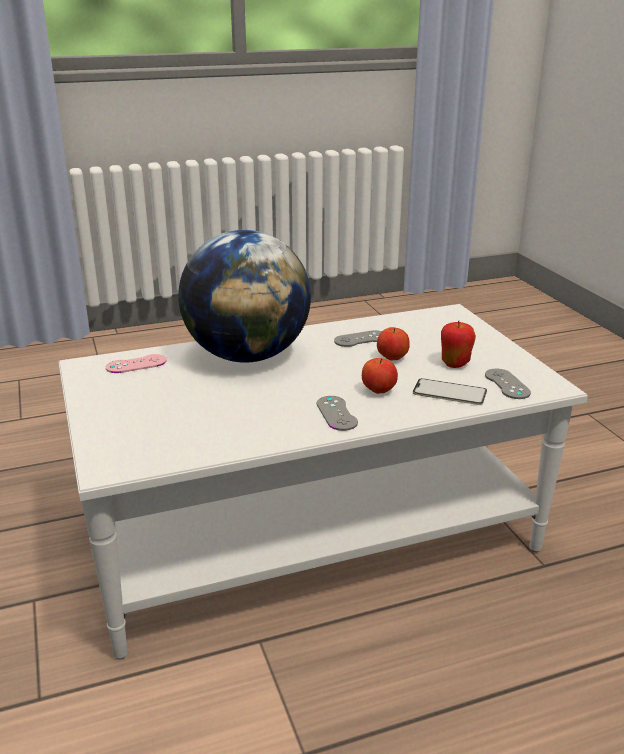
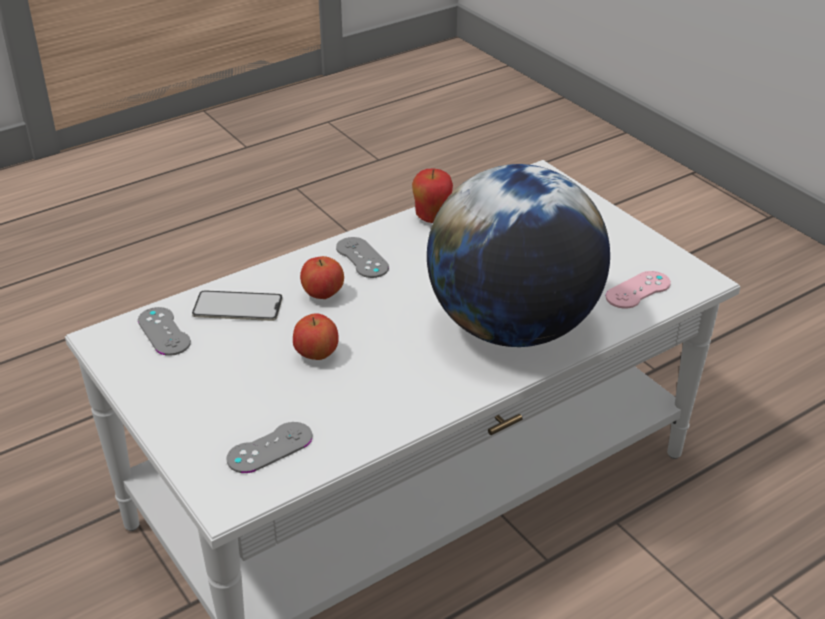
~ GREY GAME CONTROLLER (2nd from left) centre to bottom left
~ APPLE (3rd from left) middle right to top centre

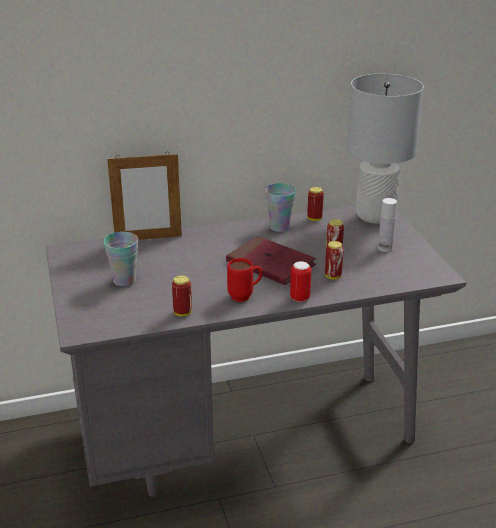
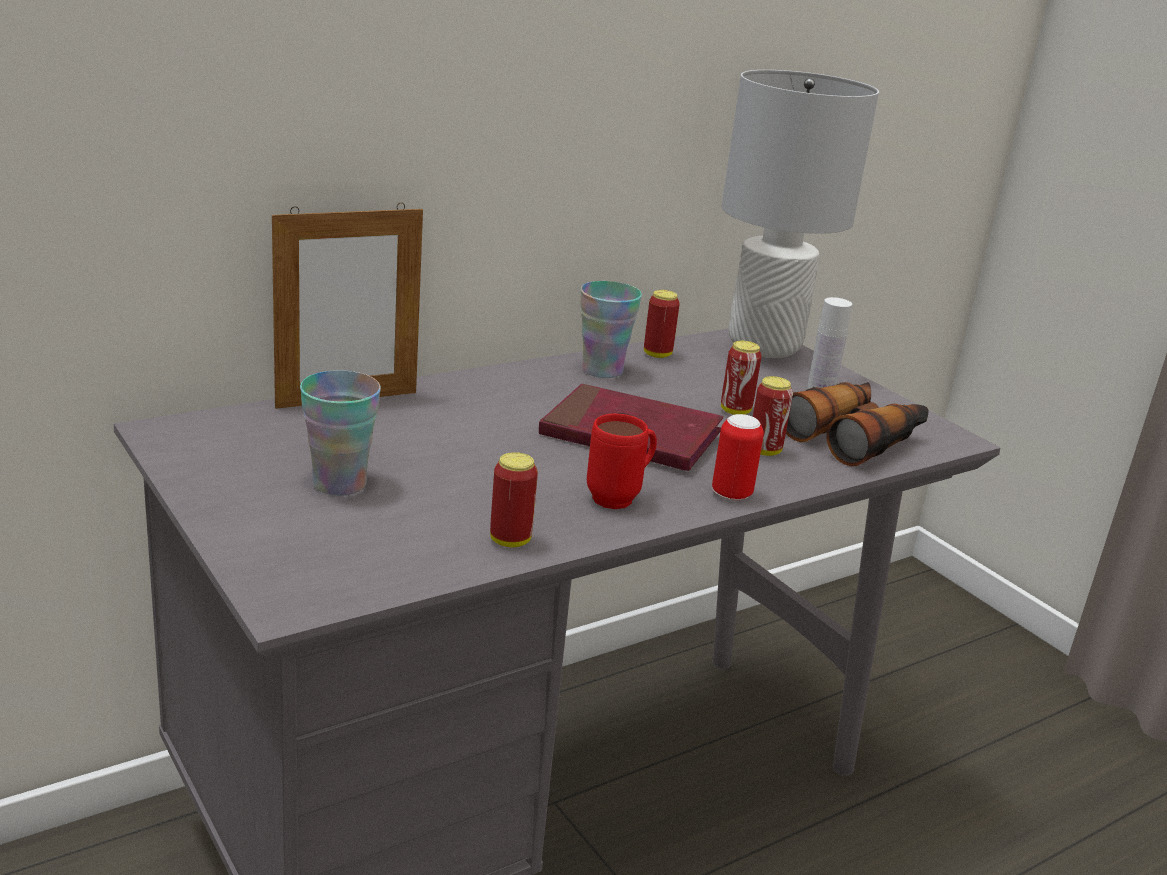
+ BINOCULARS middle right

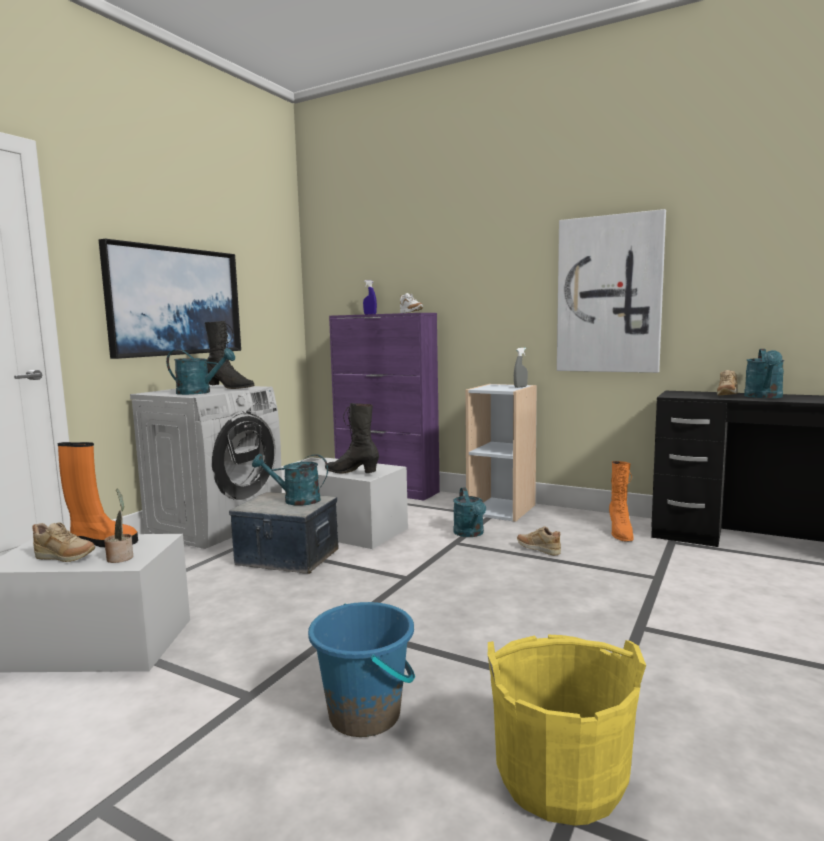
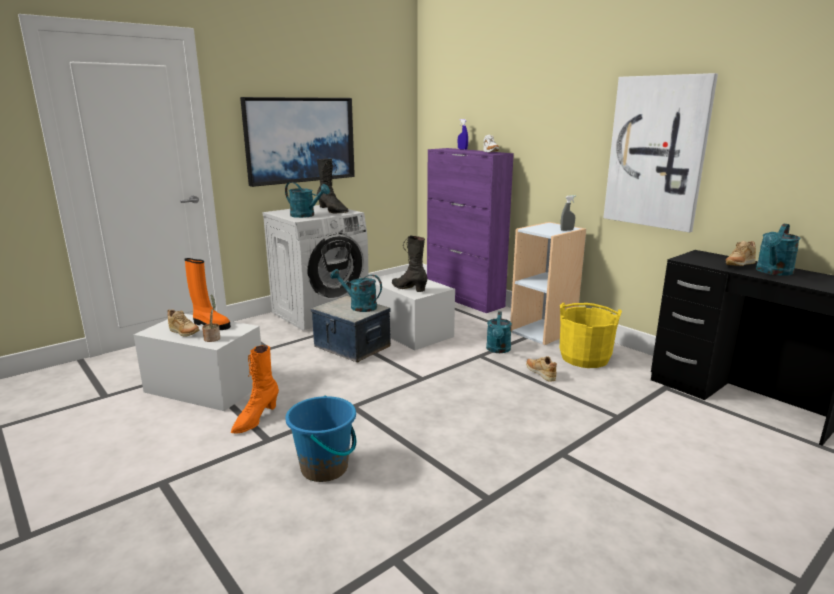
~ YELLOW BUCKET bottom right to middle right
~ ORANGE BOOT (2nd from left) middle right to middle left

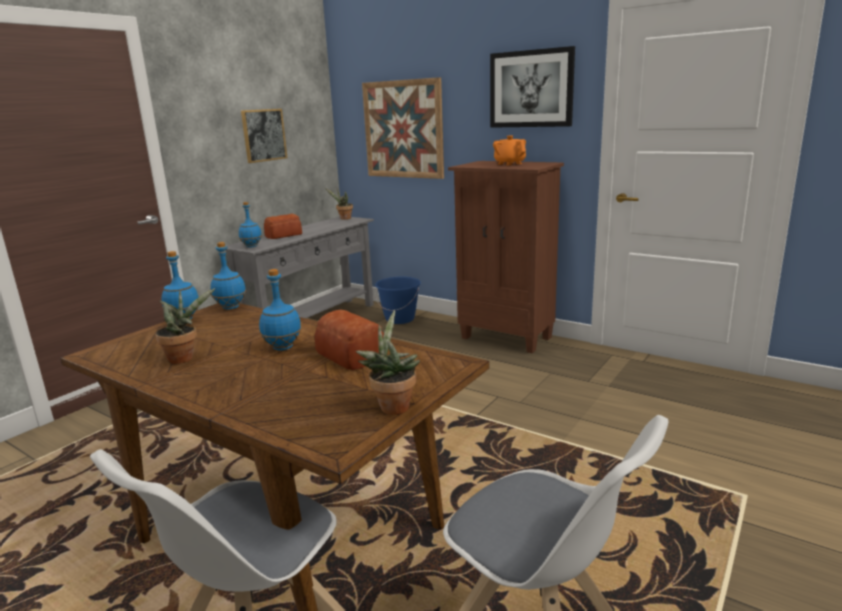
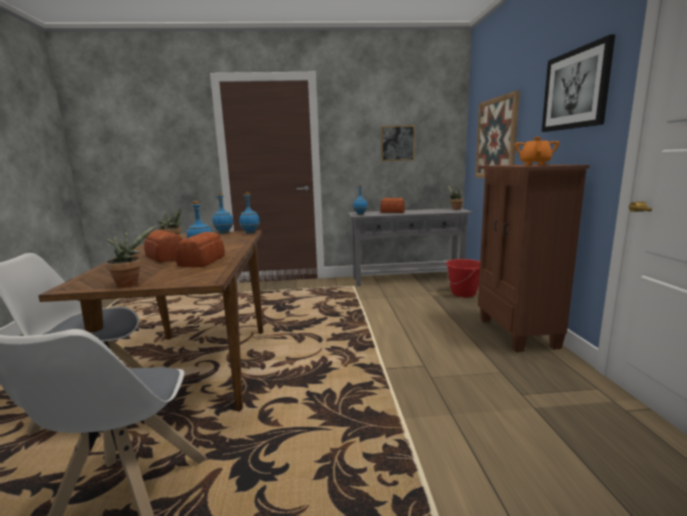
~ BLUE BUCKET centre to RED BUCKET middle right
+ BREAD (1st from left) middle left

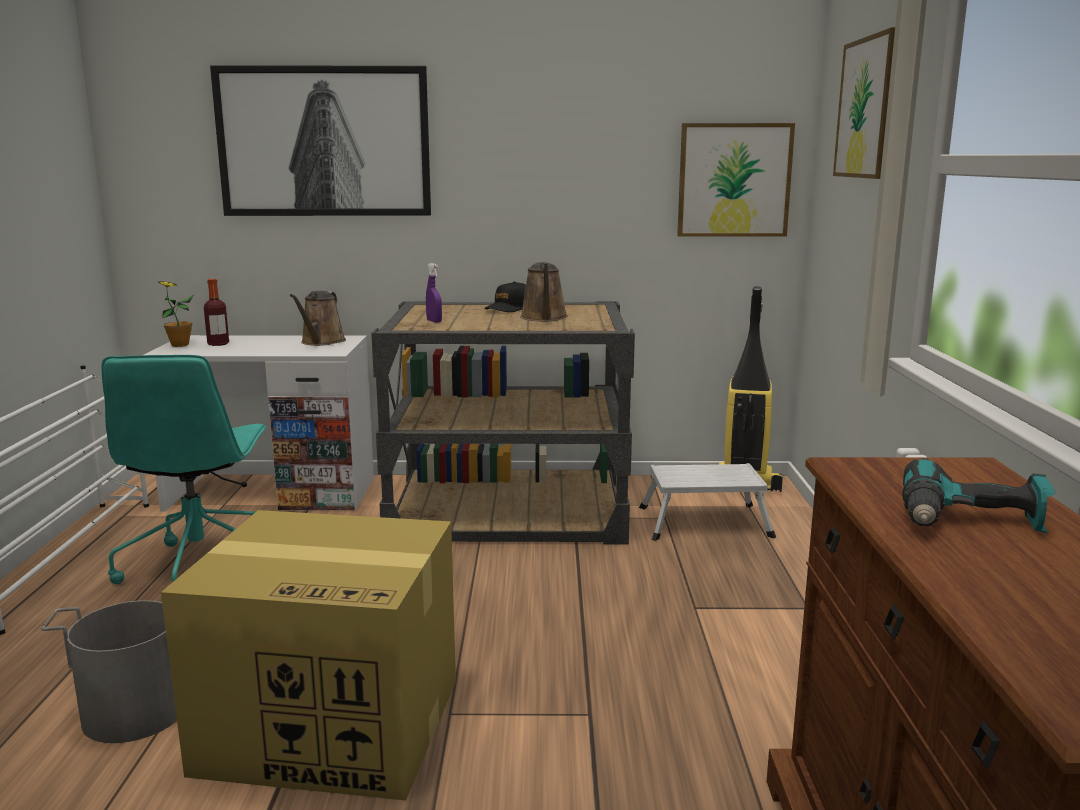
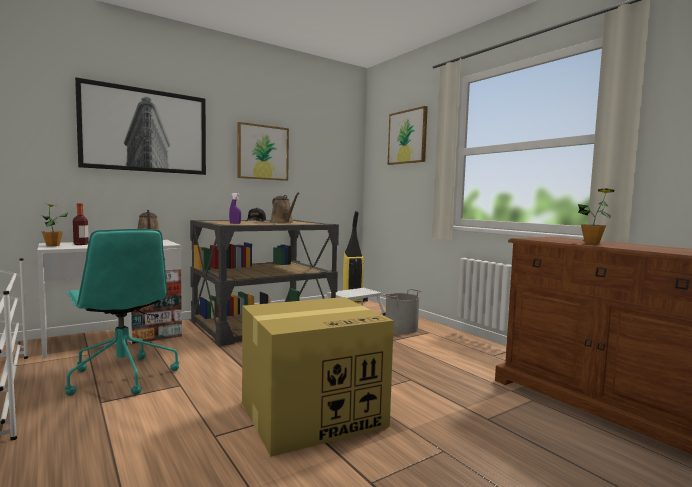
~ GREY BUCKET bottom left to centre
~ PICTURE (2nd from left) top right to top centre
~ POWER DRILL middle right to POTTED PLANT (2nd from left) middle right

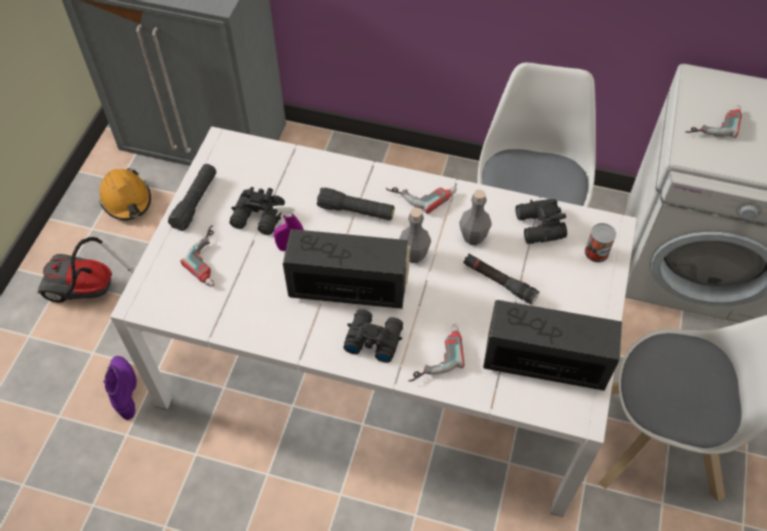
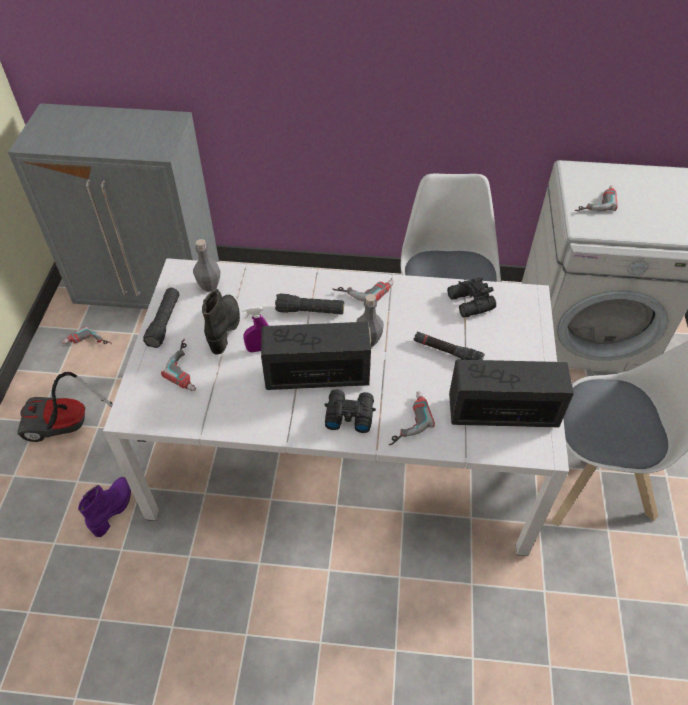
~ ORANGE HARD HAT middle left to POWER DRILL (1st from left) middle left
~ PURPLE BOOT bottom left = bottom left 45 degrees clockwise
~ BLACK BINOCULARS (1st from left) centre to BLACK BOOT middle left
~ GREY BOTTLE (2nd from left in the first image) centre to GREY BOTTLE (1st from left) middle left
- CAN middle right

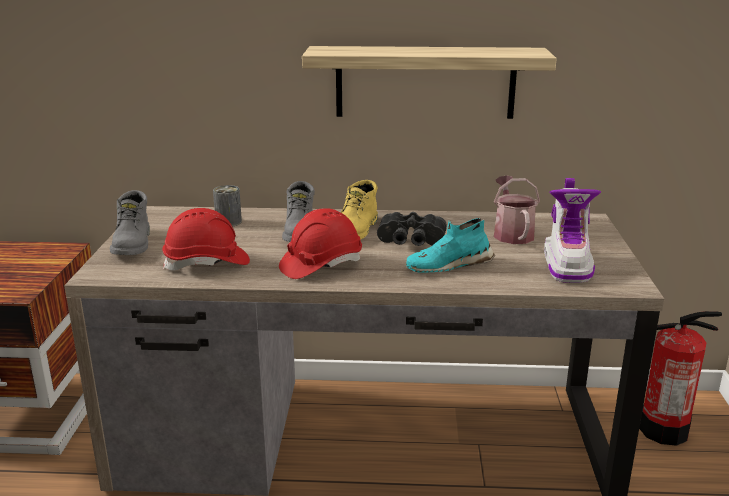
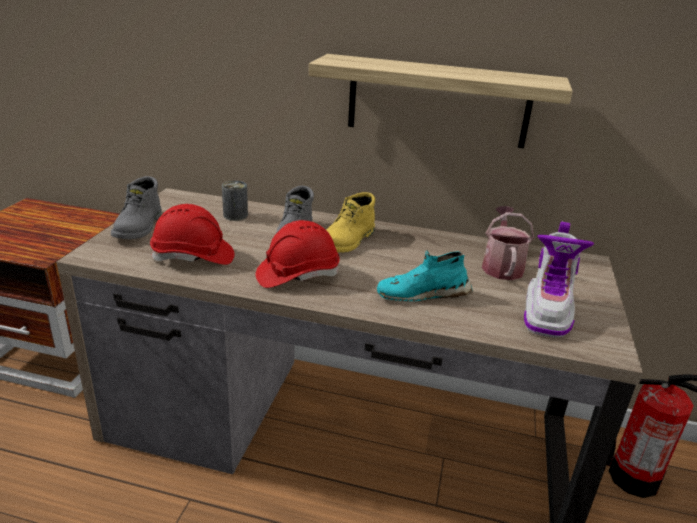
- BLACK BINOCULARS centre

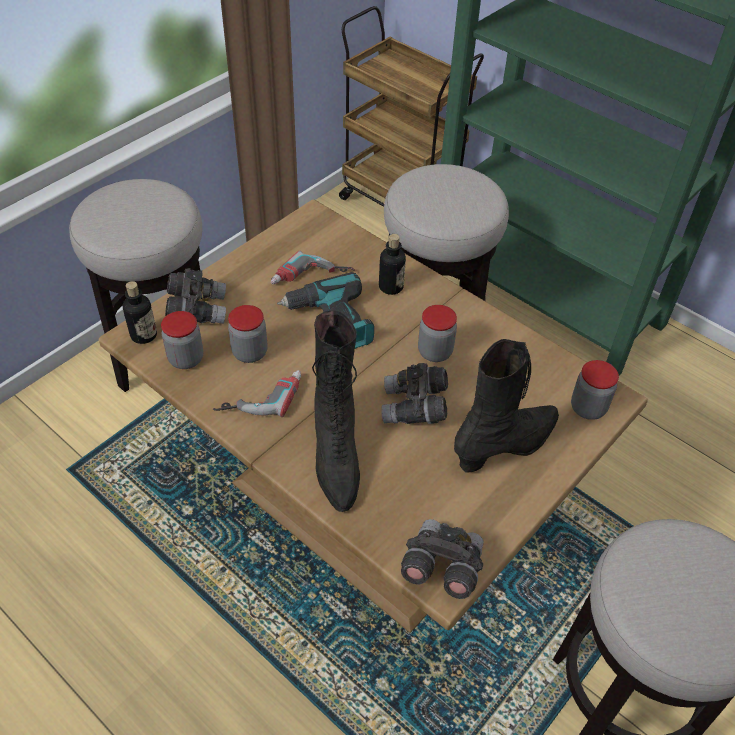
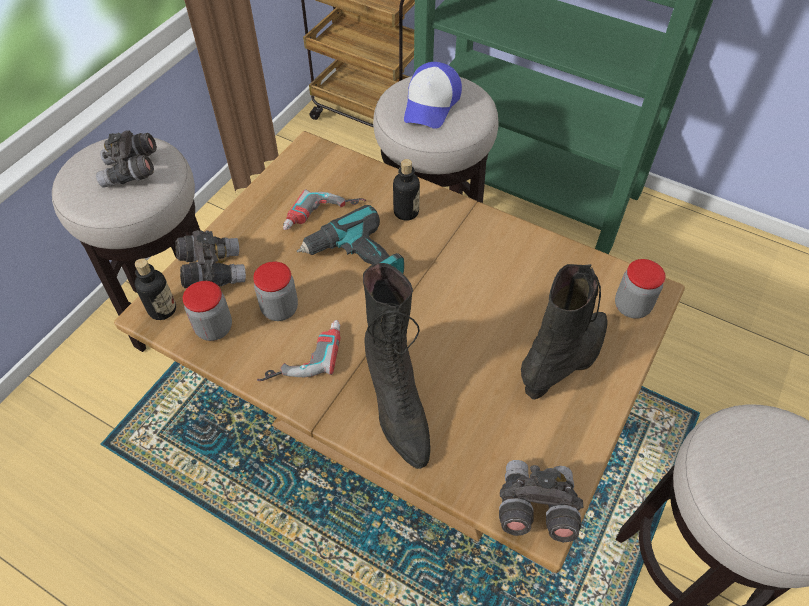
~ GREY BINOCULARS (2nd from left in the first image) centre to GREY BINOCULARS (1st from left) top left
- JAR (3rd from left) centre
+ CAP top centre

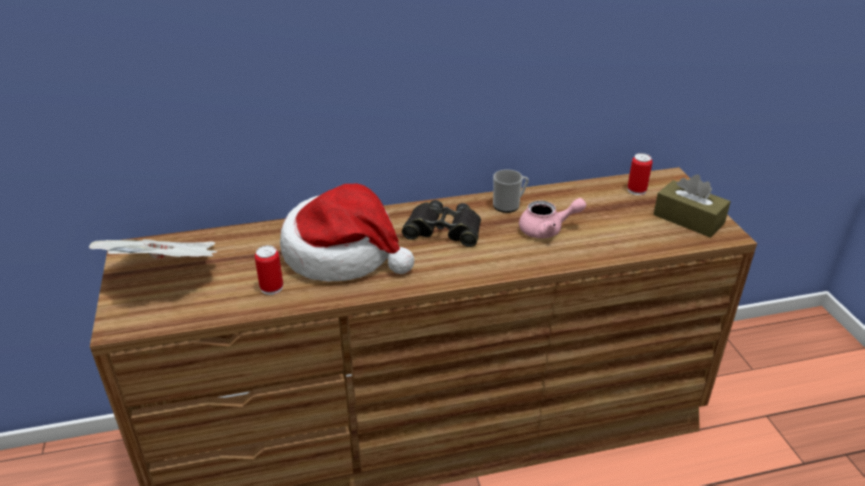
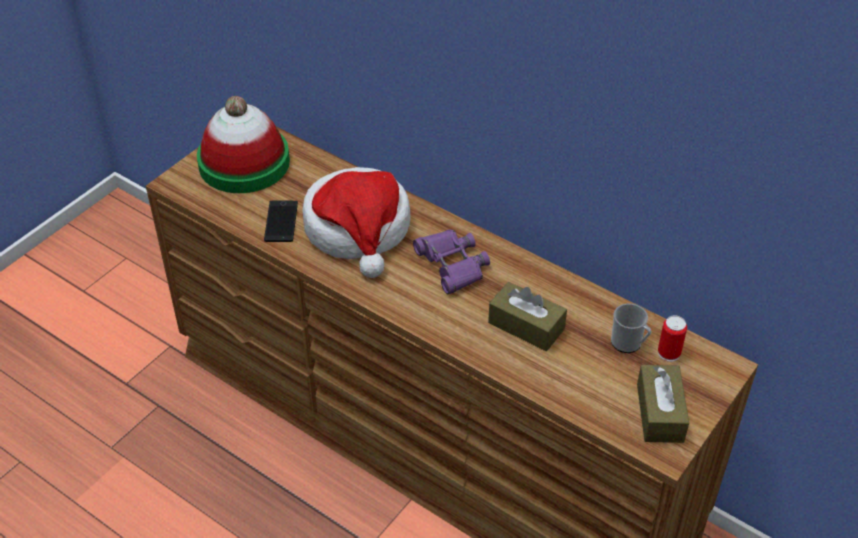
~ NEWSPAPER middle left to HAT (1st from left) top left
~ CAN (1st from left) middle left to PHONE middle left
~ BLACK BINOCULARS centre to PURPLE BINOCULARS centre
~ MUG centre to middle right
~ PINK TEAPOT centre to BROWN TISSUE BOX (1st from left) centre

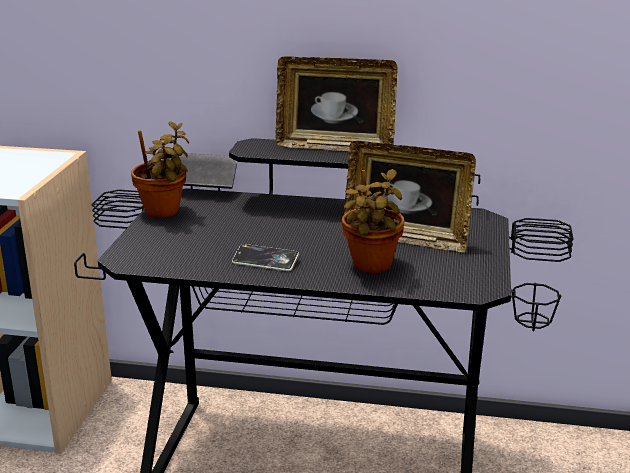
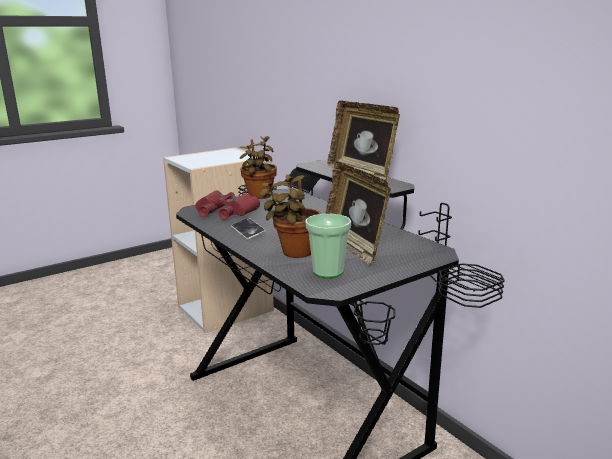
+ RED BINOCULARS centre
+ CUP centre

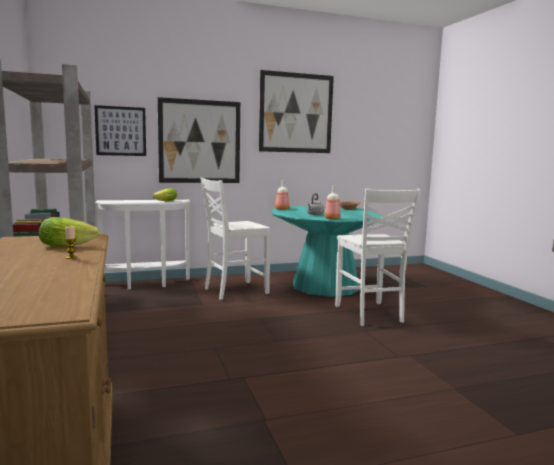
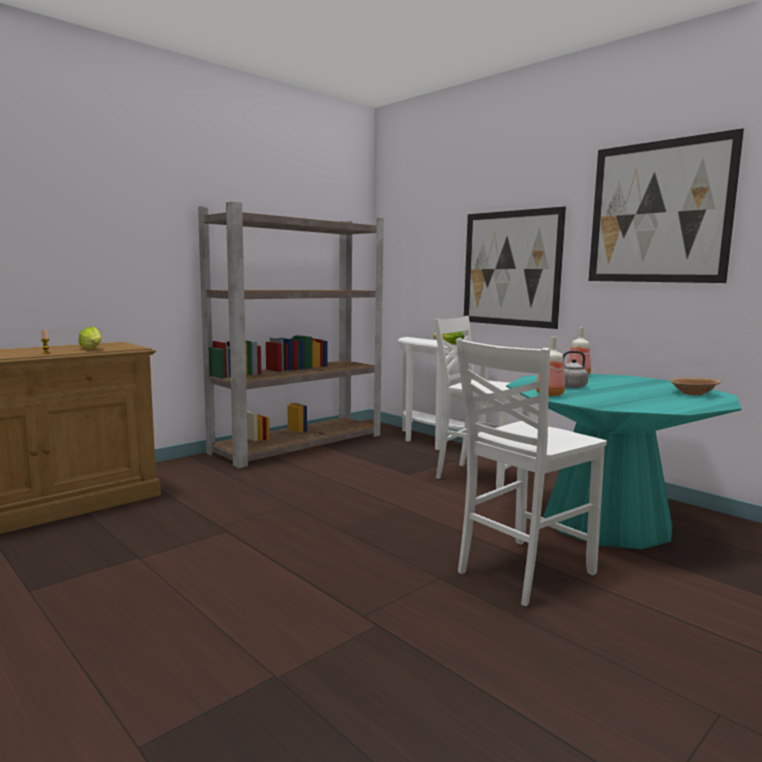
- PICTURE (1st from left) top left

